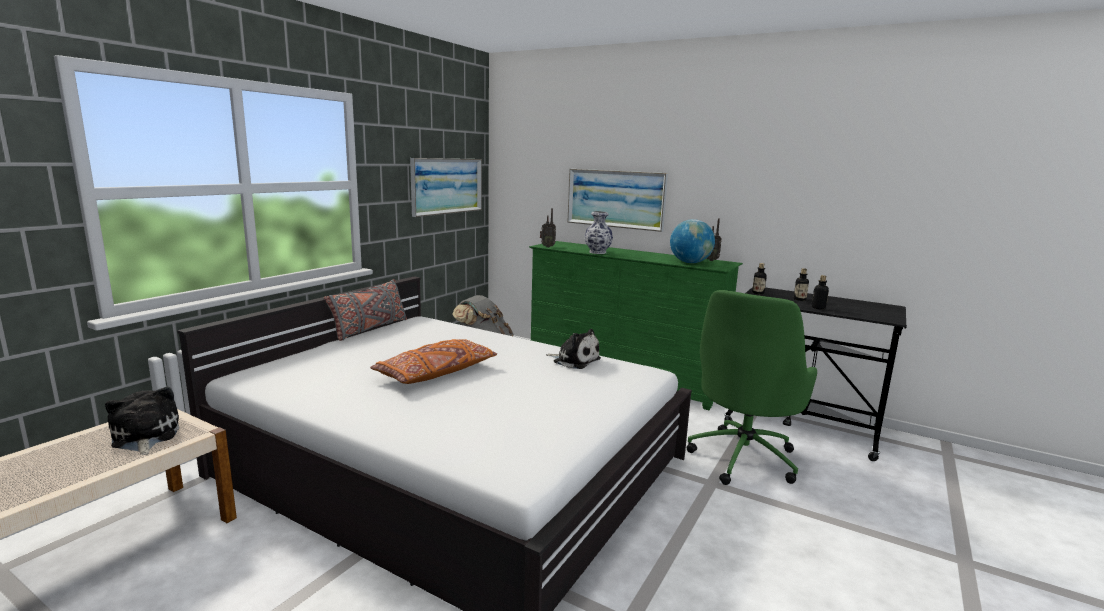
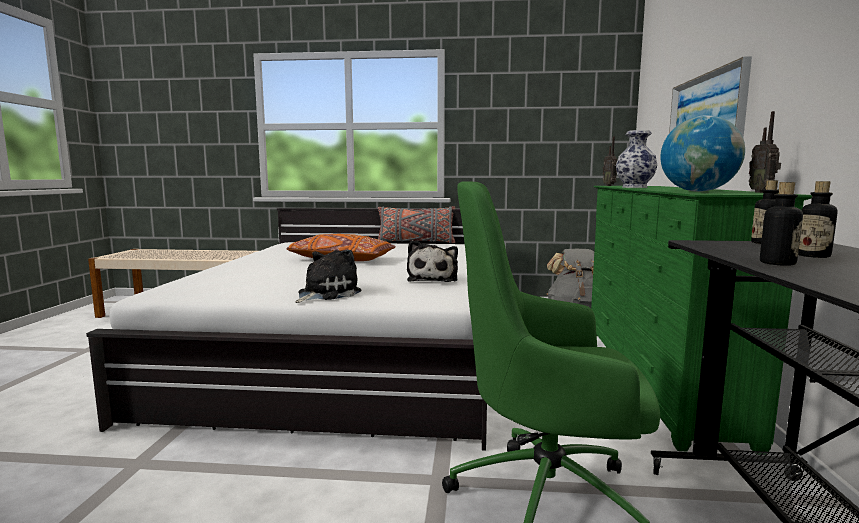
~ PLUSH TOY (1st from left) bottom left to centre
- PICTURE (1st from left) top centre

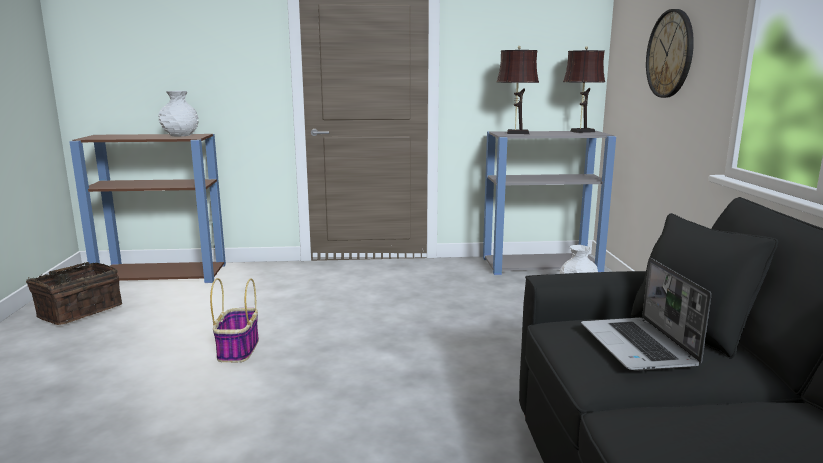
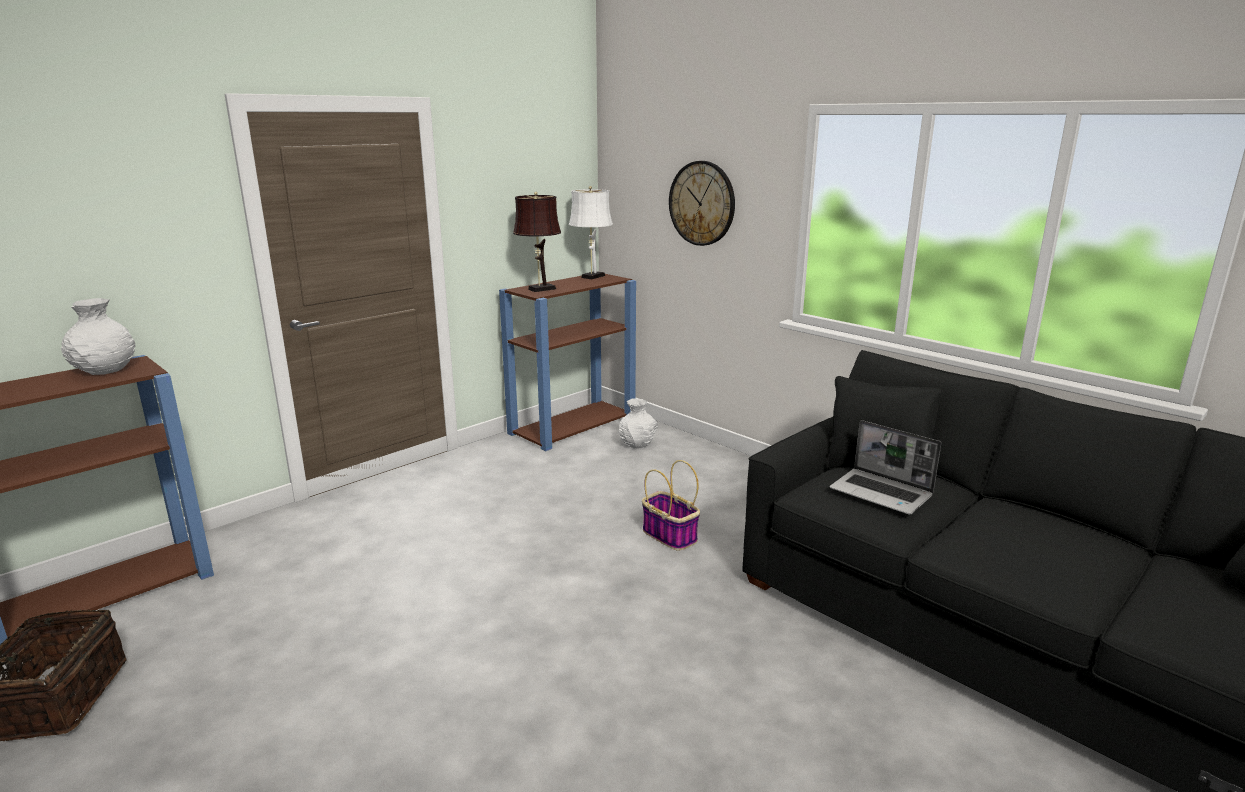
~ BASKET (2nd from left) bottom left to centre
~ GREY BOOKCASE middle right to BROWN BOOKCASE (2nd from left) centre
~ BROWN TABLE LAMP (2nd from left) top right to WHITE TABLE LAMP top centre

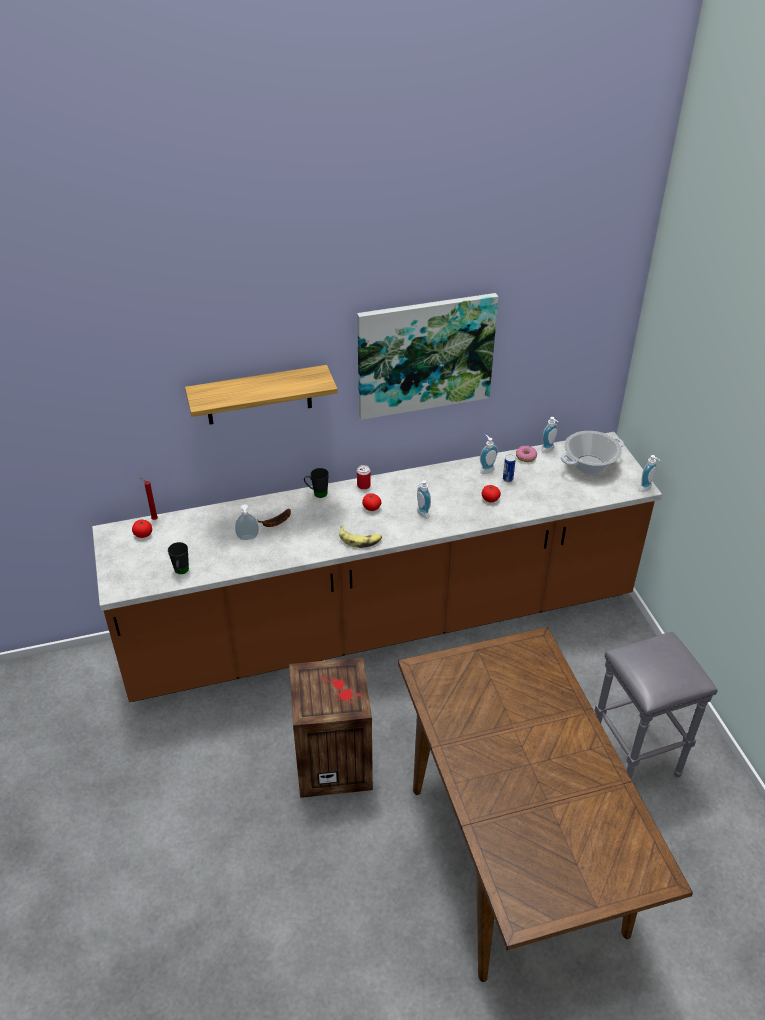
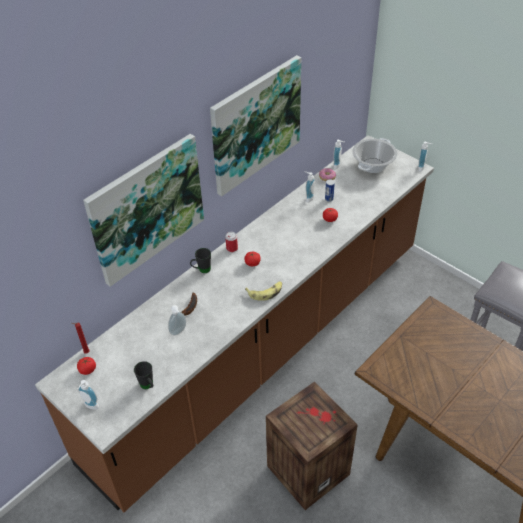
~ SHELF centre to PICTURE (1st from left) middle left
~ SOAP DISPENSER (2nd from left in the first image) centre to SOAP DISPENSER (1st from left) bottom left

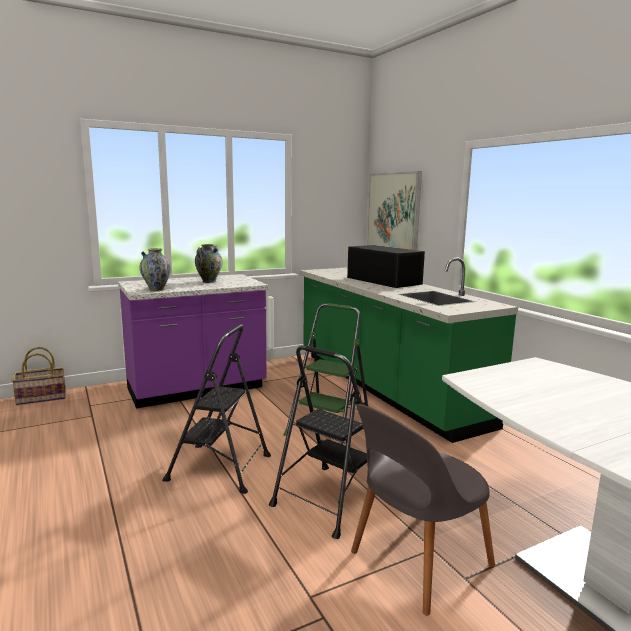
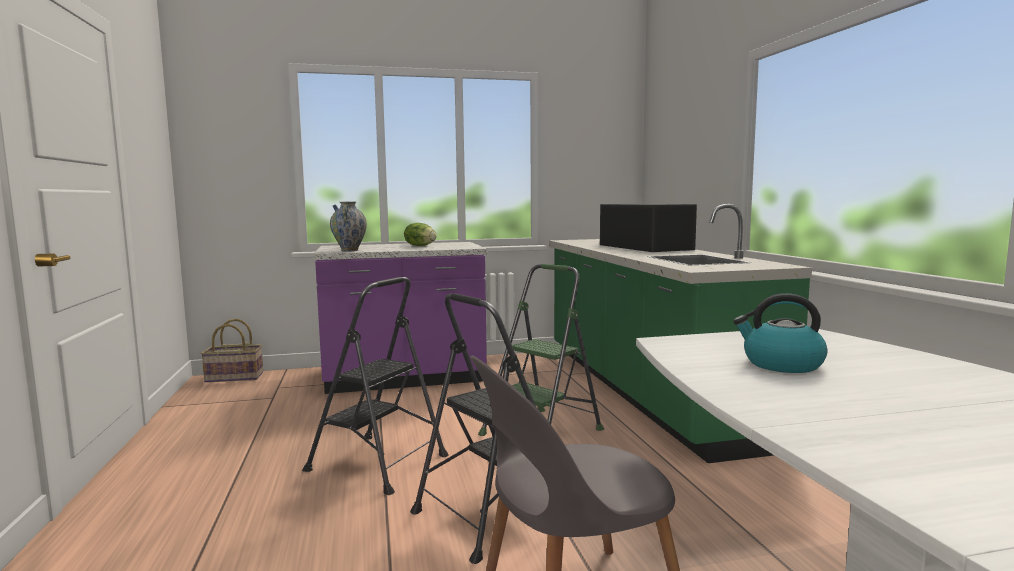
~ VASE (2nd from left) middle left to LETTUCE centre
- PICTURE top centre
+ KETTLE middle right

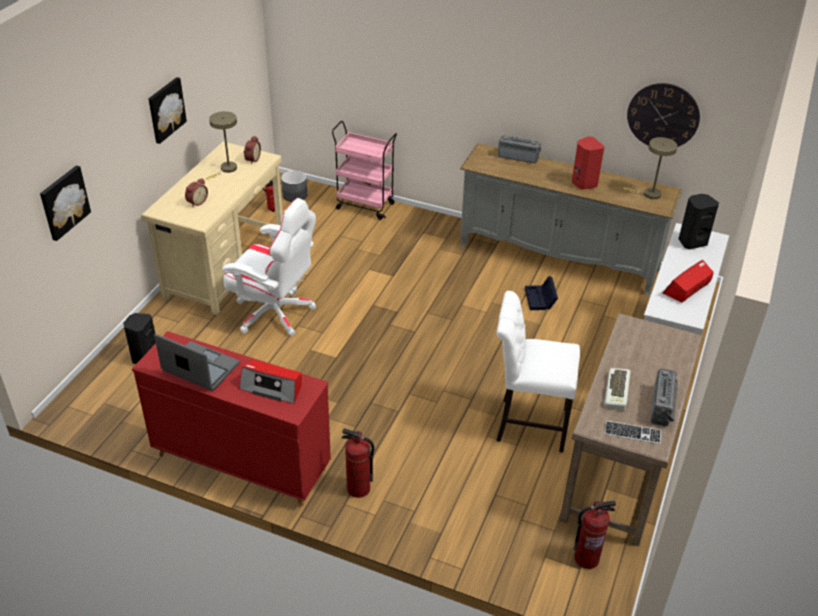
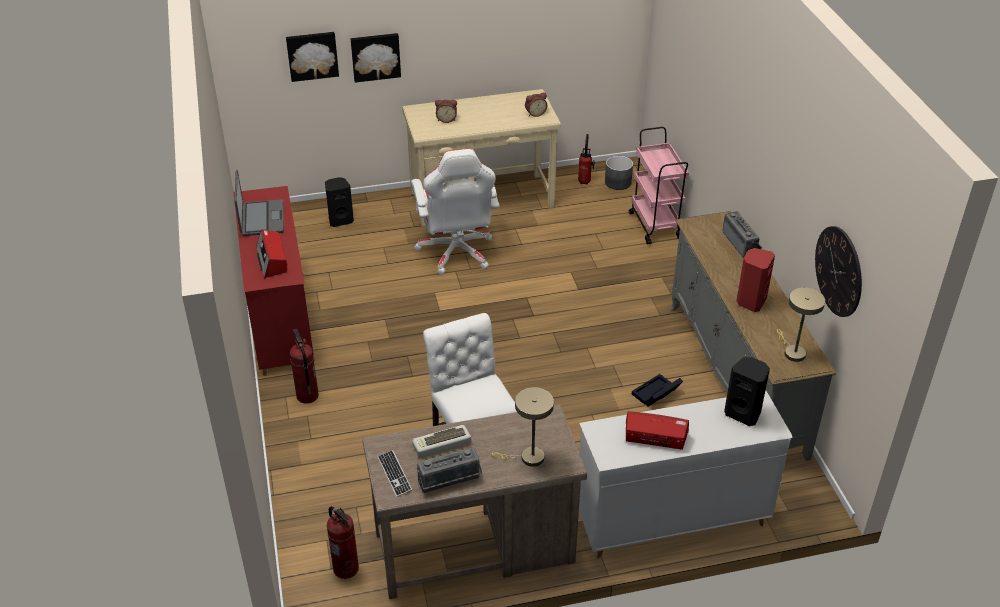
~ PICTURE (2nd from left) top left to top centre
~ BEIGE TABLE LAMP (1st from left) top left to bottom centre

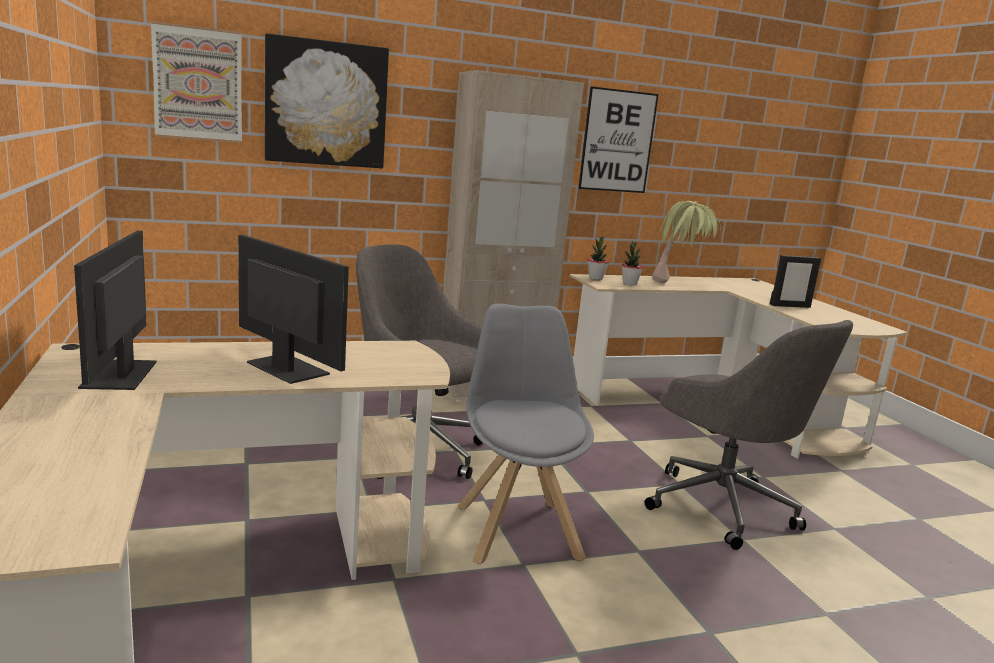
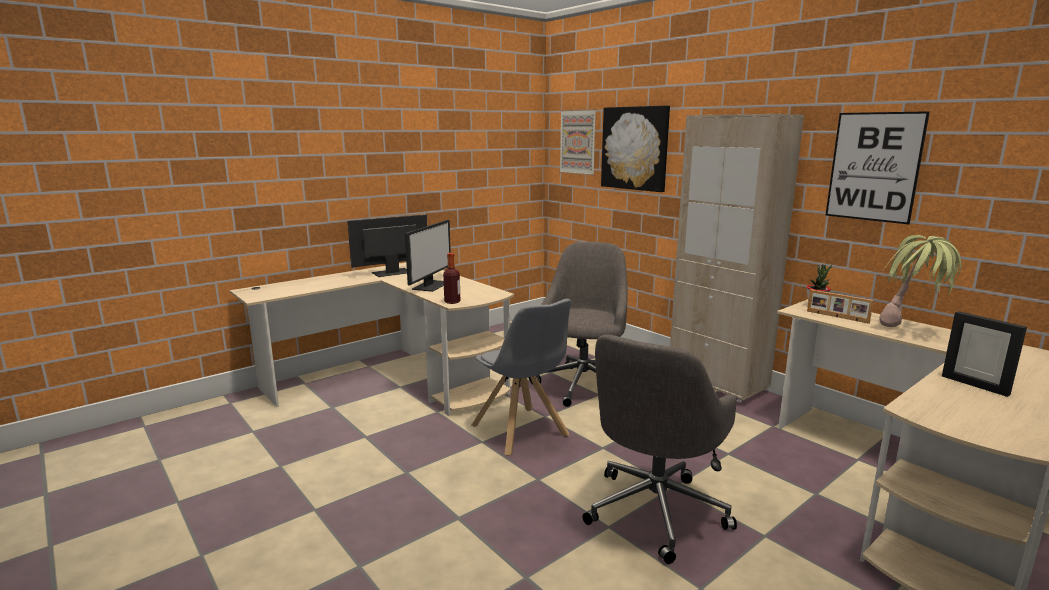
~ GREY CHAIR centre = centre 90 degrees clockwise
~ POTTED PLANT (2nd from left) centre to PICTURE FRAME (1st from left) middle right
+ BOTTLE centre

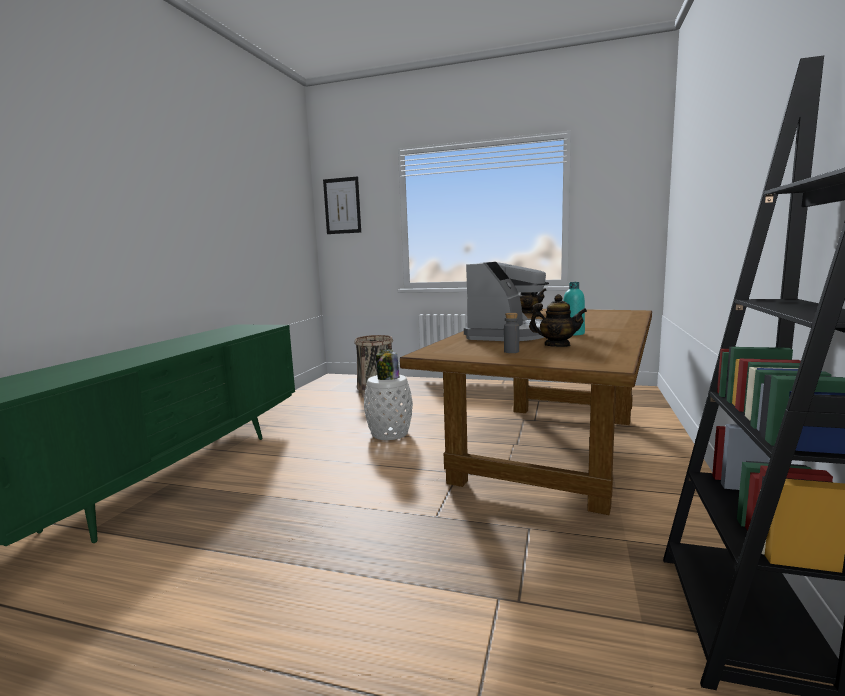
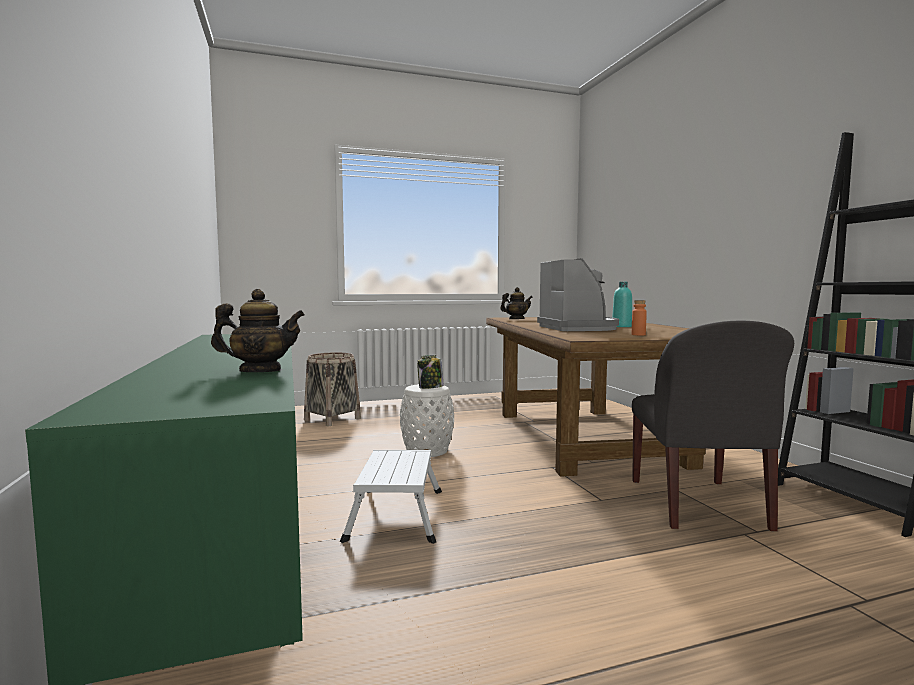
- PICTURE top centre
~ GREY BOTTLE centre to ORANGE BOTTLE middle right
~ TEAPOT (2nd from left in the first image) centre to TEAPOT (1st from left) middle left
+ WHITE STEP LADDER bottom centre
+ GREY CHAIR middle right

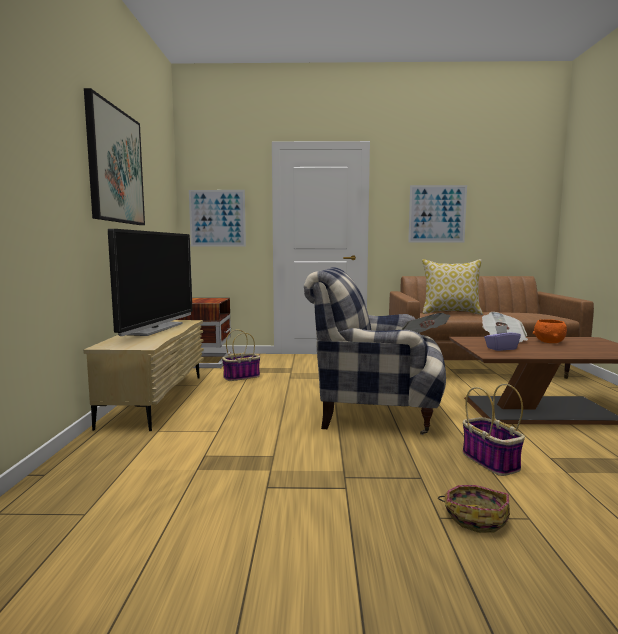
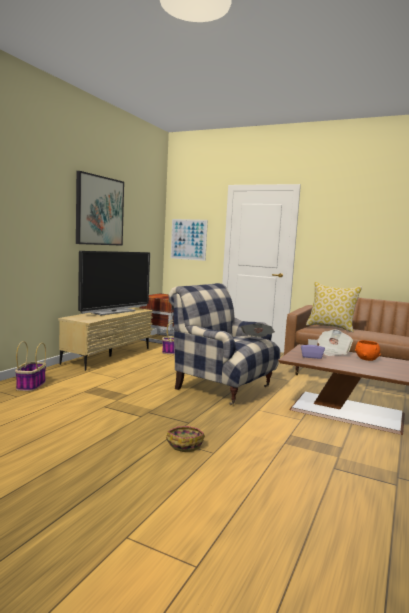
- PICTURE (3rd from left) middle right
~ BASKET (3rd from left in the first image) bottom right to BASKET (1st from left) middle left

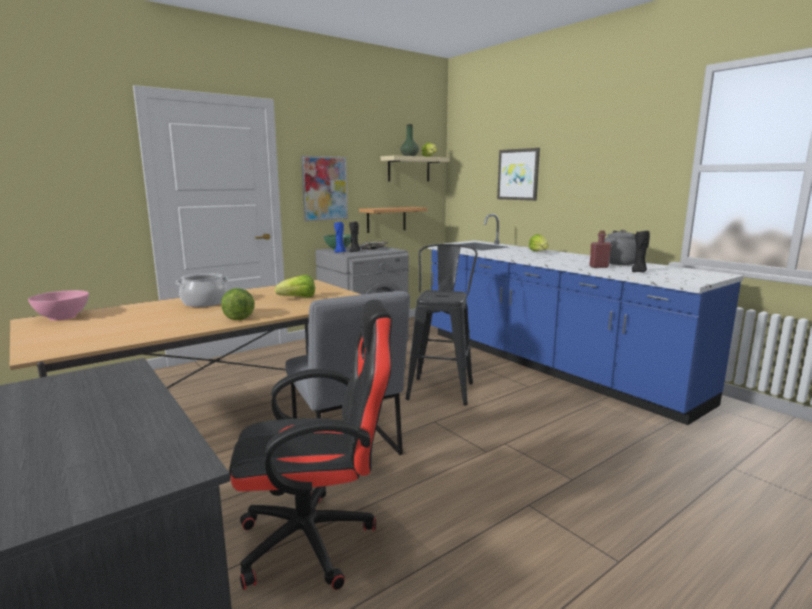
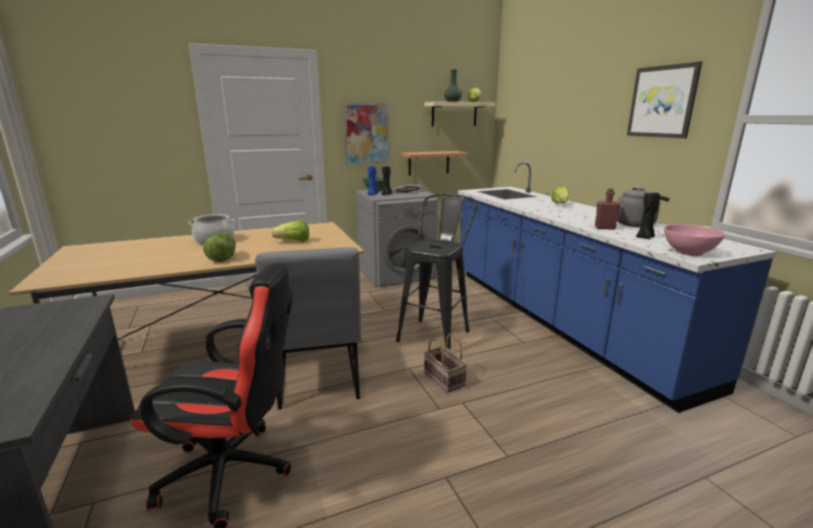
~ PINK BOWL middle left to middle right
~ PICTURE (2nd from left) top centre to top right
+ BASKET bottom centre

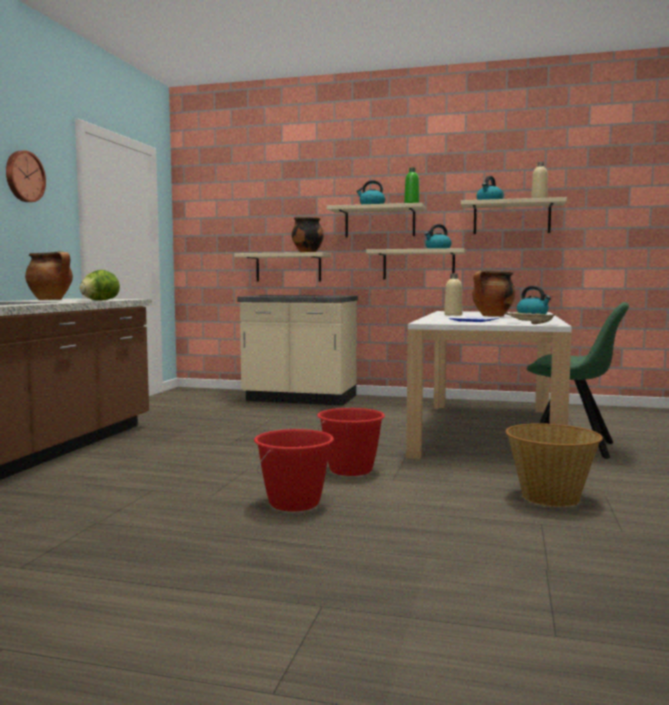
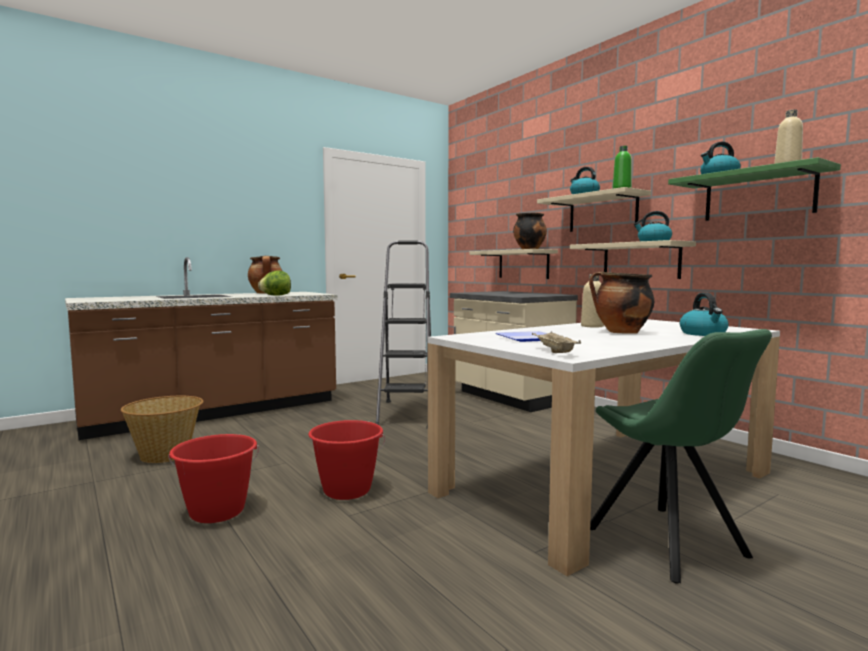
- WALL CLOCK top left
~ BEIGE SHELF (4th from left) top right to GREEN SHELF top right
~ BASKET middle right to middle left
+ STEP LADDER centre

